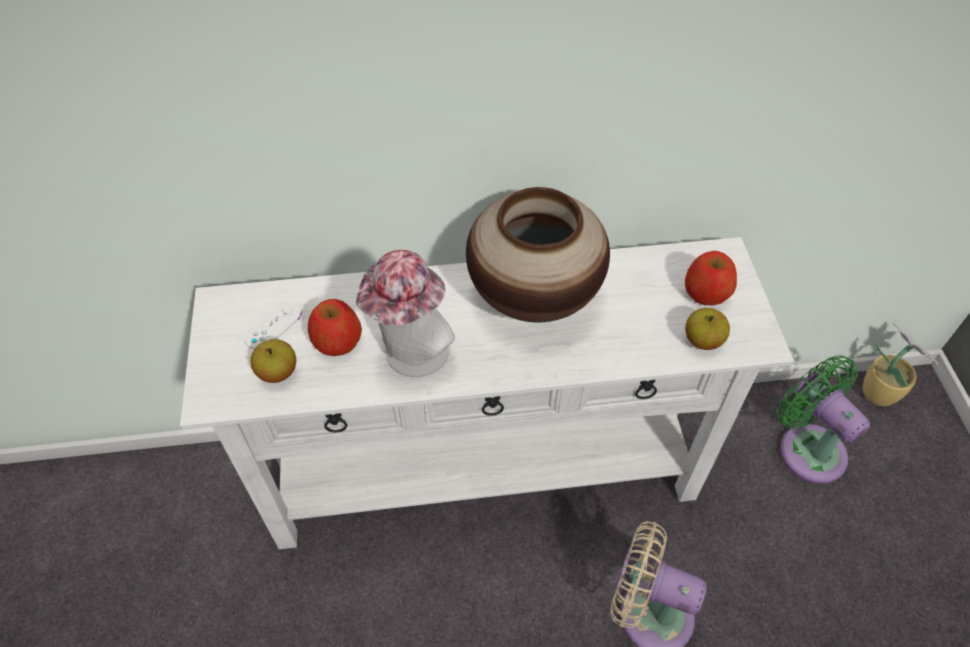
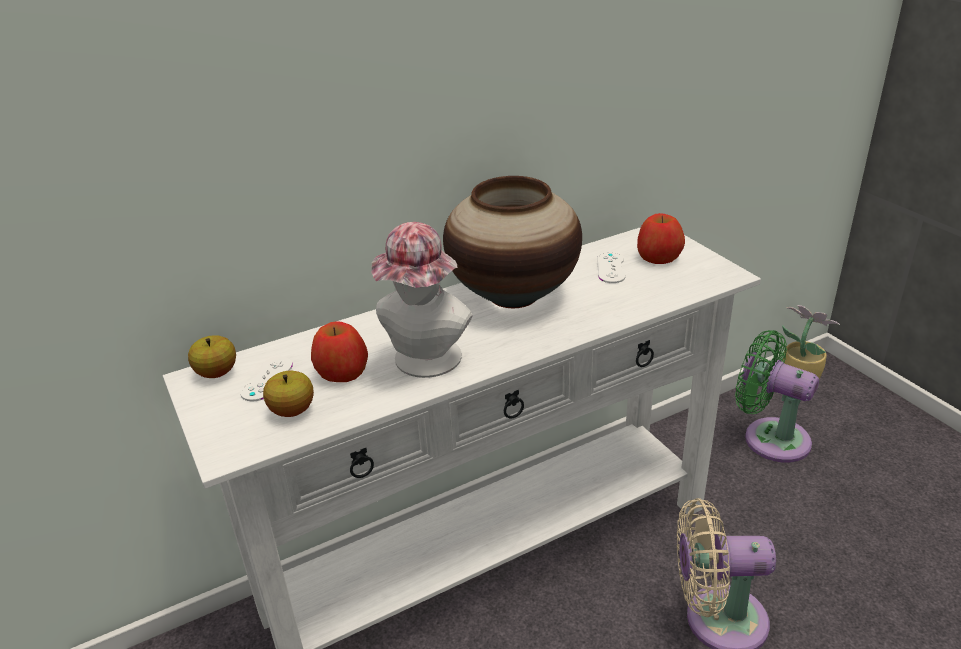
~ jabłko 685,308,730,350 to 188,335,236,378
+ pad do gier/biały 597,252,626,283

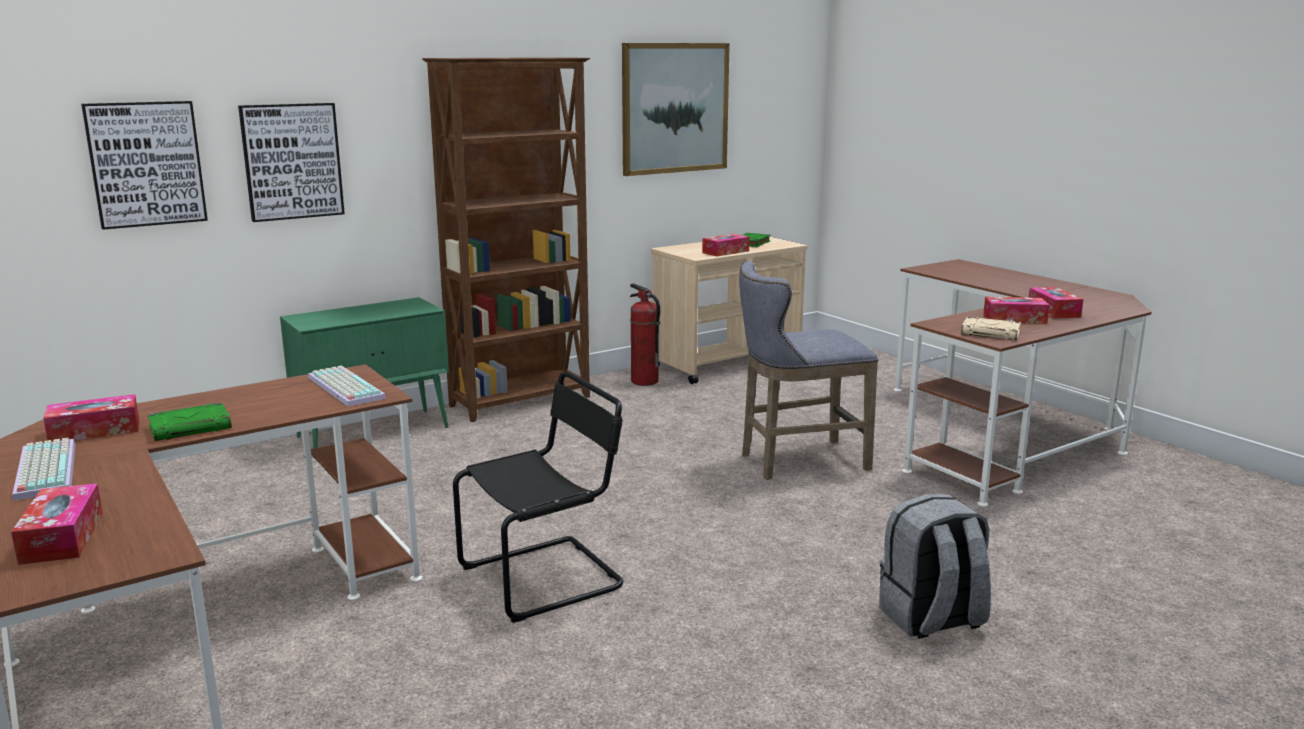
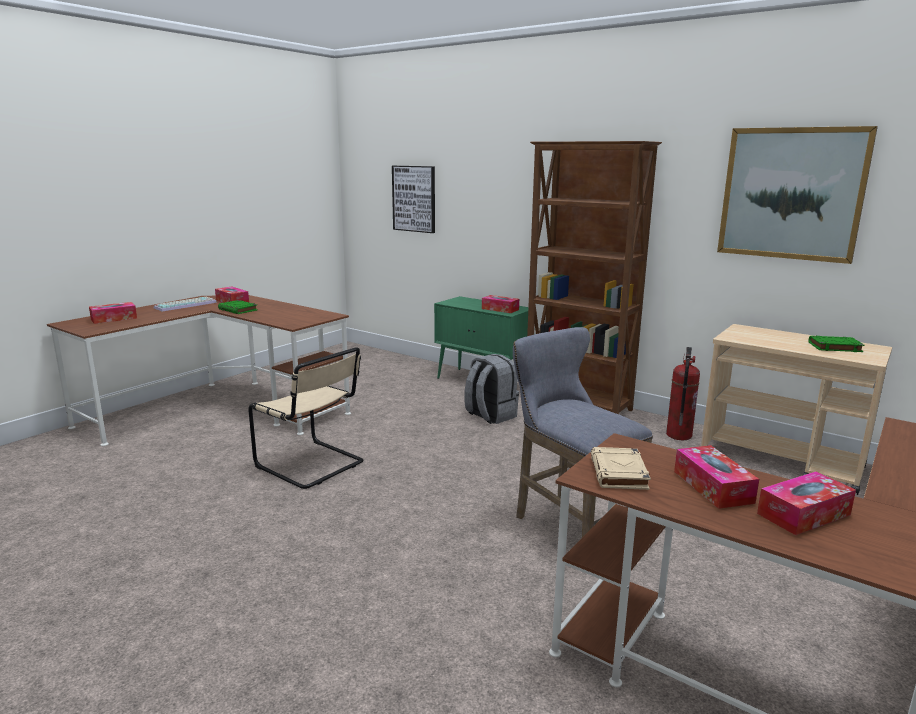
- obraz 238,103,345,222
- klawiatura 308,366,386,407
~ krzesło/czarny 453,372,623,623 to krzesło/beżowy 248,347,364,489
~ pudełko chusteczek 702,234,750,257 to 482,295,519,313
~ plecak/szary 879,494,991,639 to 464,354,519,424

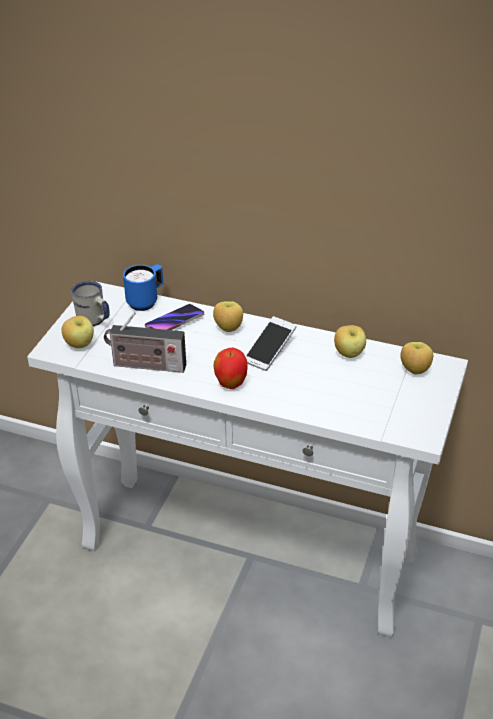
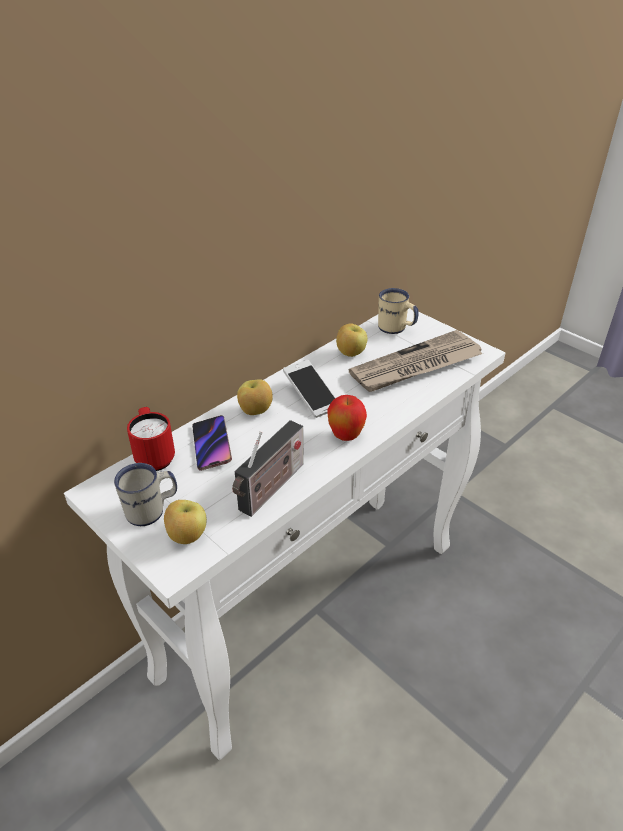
~ kubek/niebieski 123,264,163,311 to kubek/czerwony 127,407,175,471
~ jabłko 400,342,433,374 to kubek/beżowy 378,288,419,334
+ gazeta 349,330,483,392

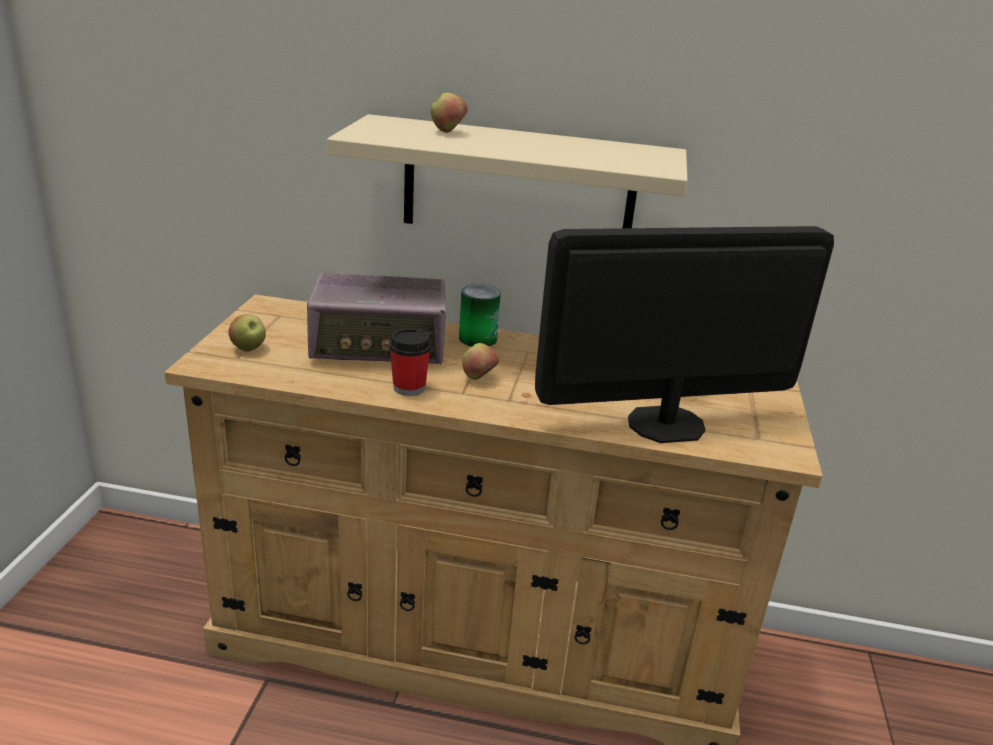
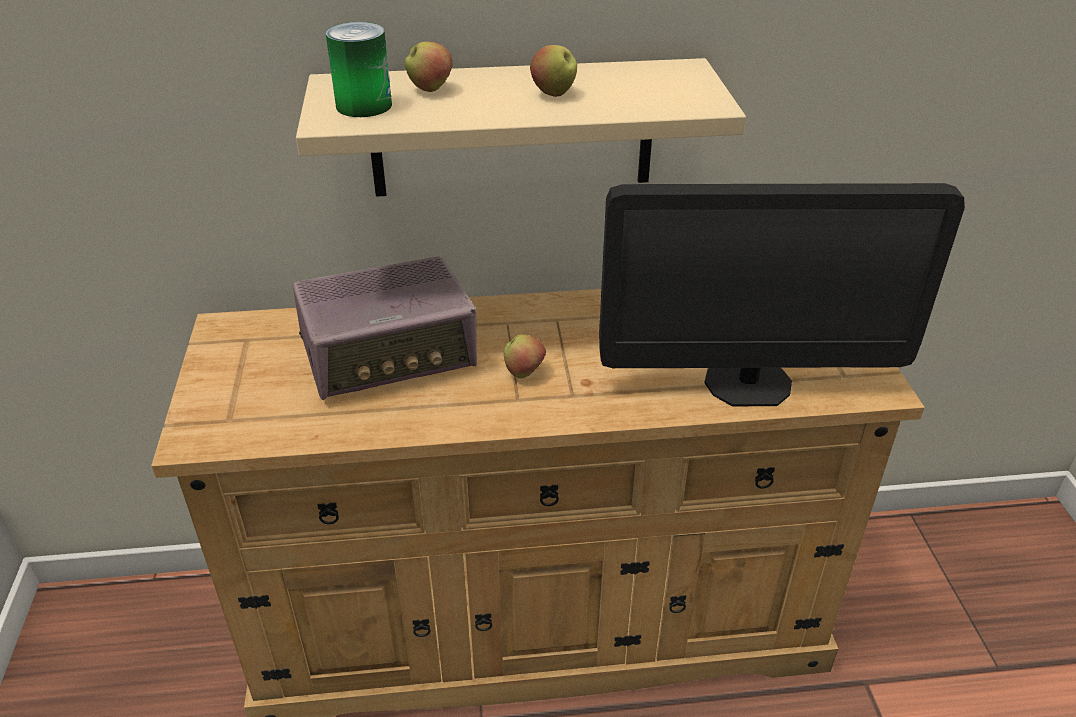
~ jabłko 228,314,266,352 to 530,45,577,97
- filiżanka 389,328,431,396
~ puszka 459,284,501,347 to 326,22,392,117
~ monitor 535,226,834,443 = 599,183,965,406 150 degrees counterclockwise

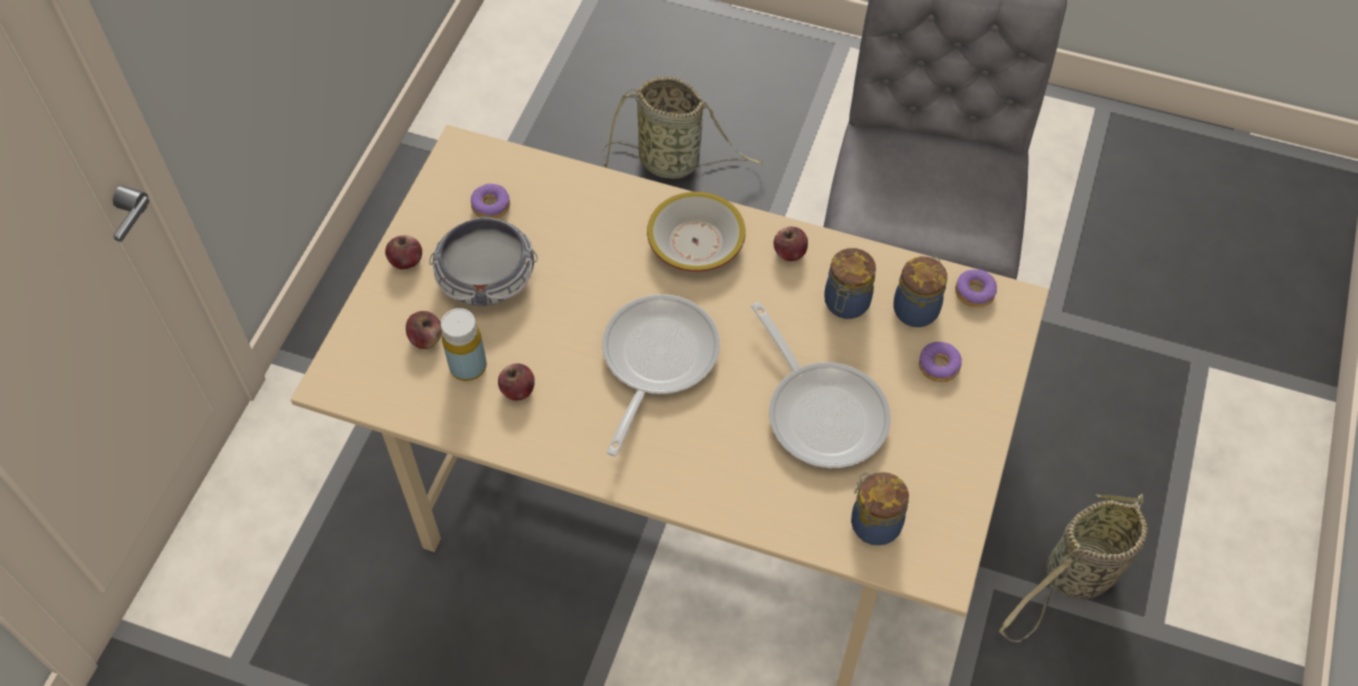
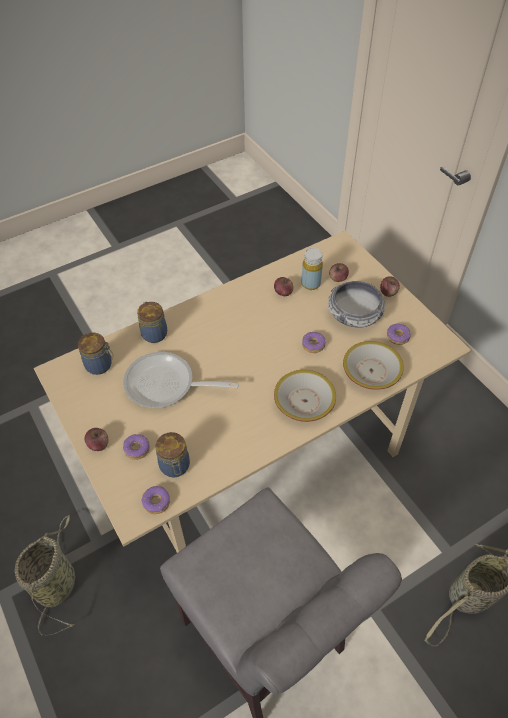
- patelnia 602,294,720,456
~ jabłko 774,227,808,261 to 84,428,108,451
~ słoik 824,248,876,319 to 137,301,167,343
+ donut 302,332,326,353
+ miska 343,341,404,390

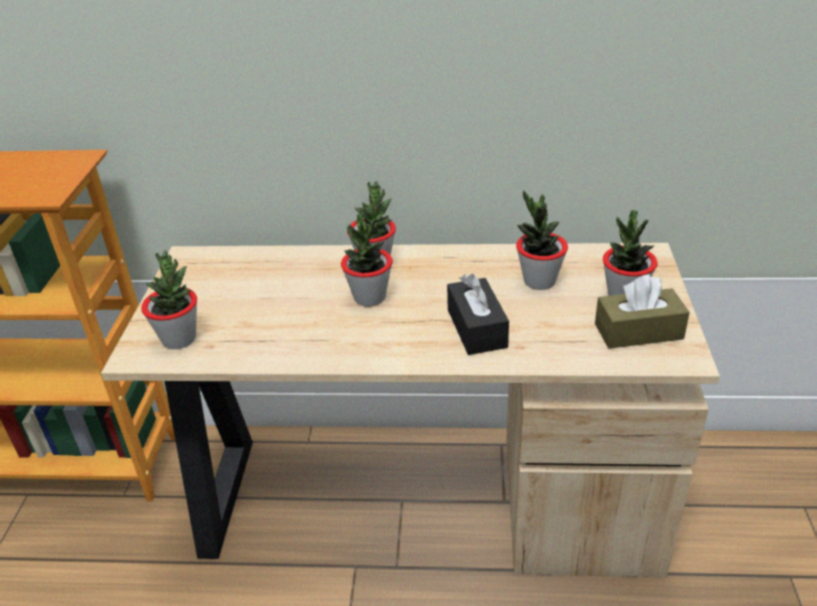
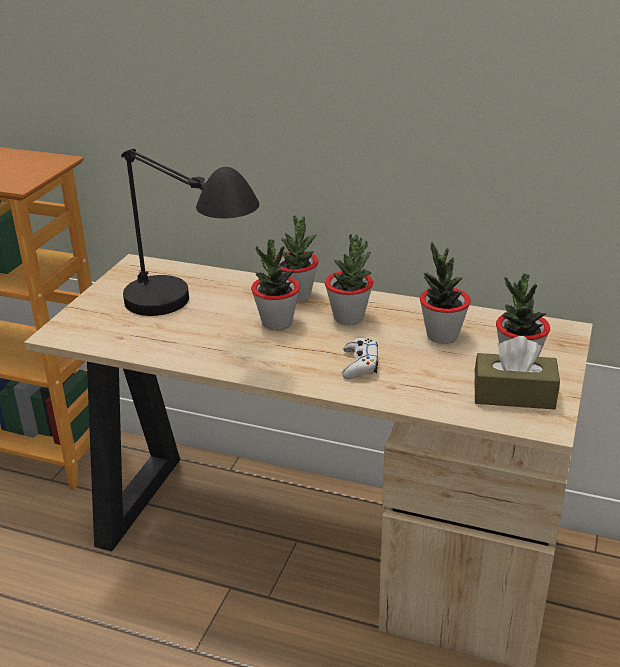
~ roślina doniczkowa 141,250,197,349 to 325,234,373,325
~ pudełko chusteczek/czarny 447,274,509,355 to pad do gier/biały 342,338,378,379
+ lampa stołowa/czarny 121,149,259,316

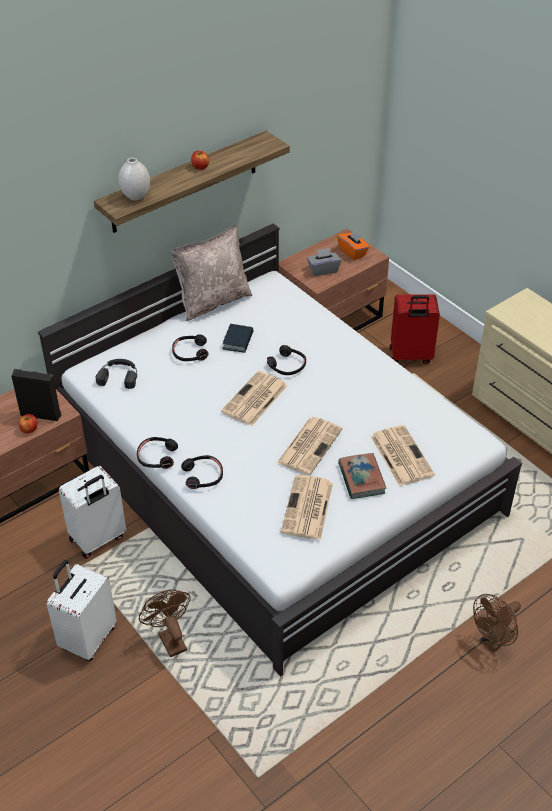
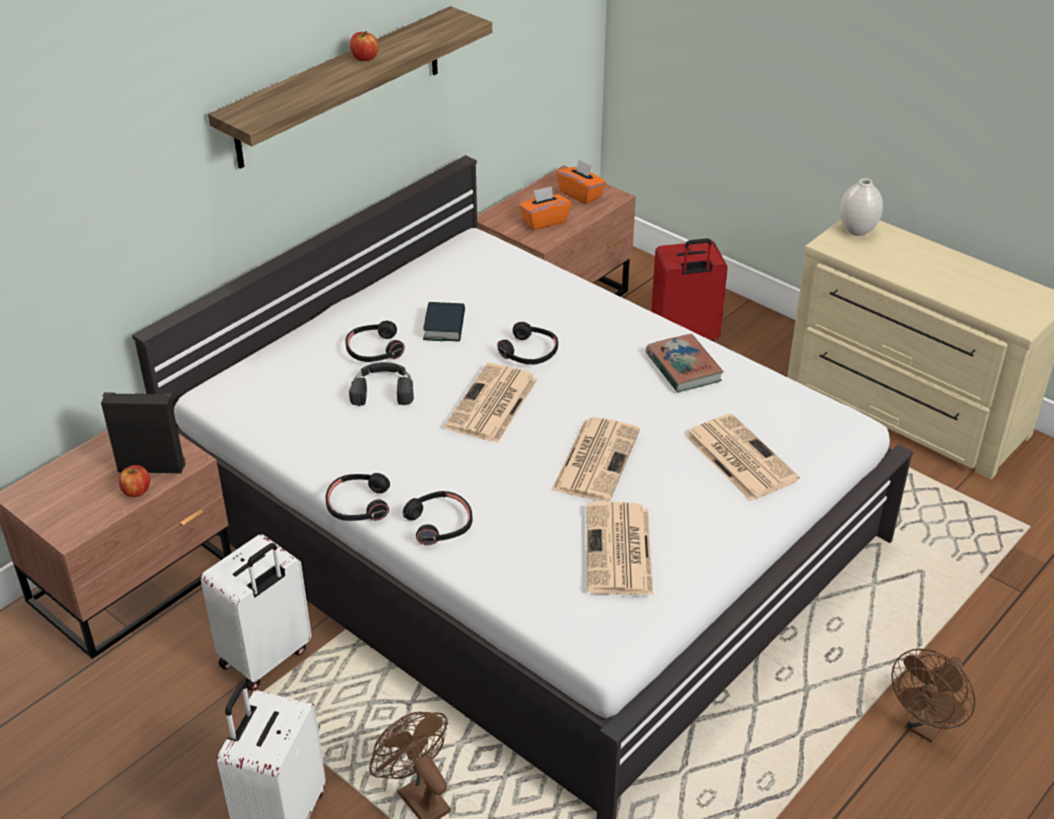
~ słuchawki/czarny 95,359,137,389 to 349,362,414,406
~ wazon/biały 118,158,150,201 to 840,178,883,236
- poduszka/beżowy 171,226,252,321
~ pudełko chusteczek/szary 307,248,341,276 to pudełko chusteczek/pomarańczowy 519,186,571,230
~ książka 338,453,387,499 to 646,334,724,392

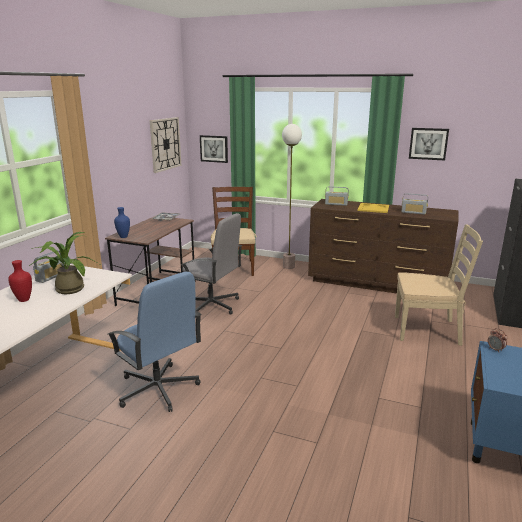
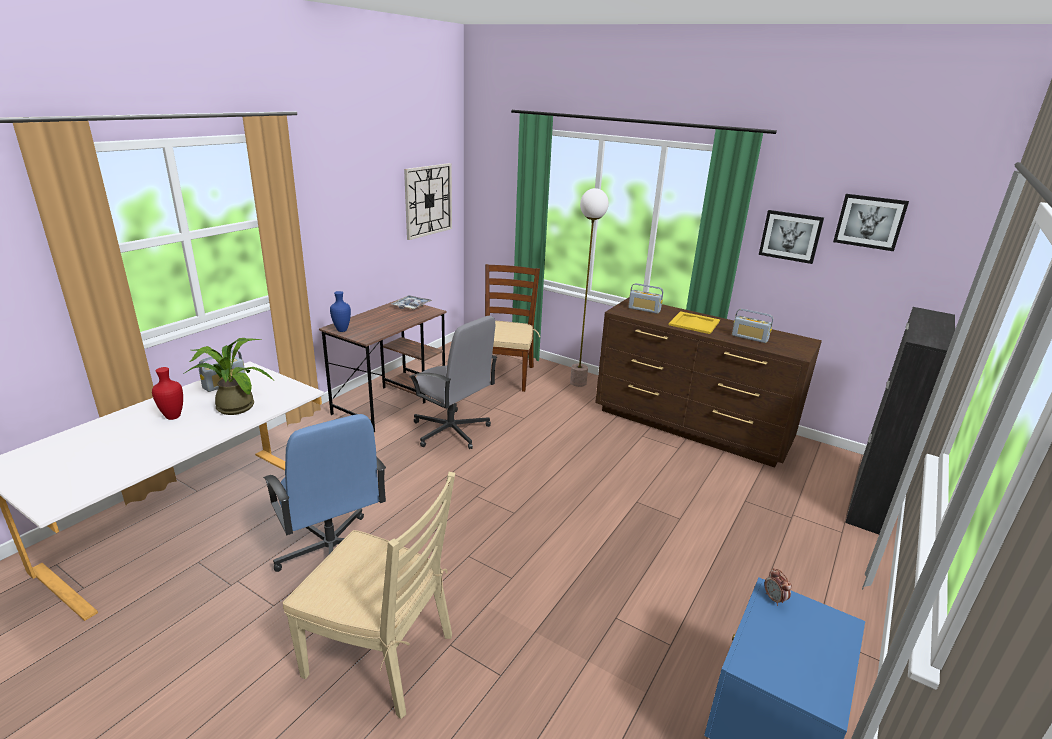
~ obraz 200,135,228,163 to 833,194,909,251
~ krzesło/beżowy 395,224,483,346 to 282,472,455,719

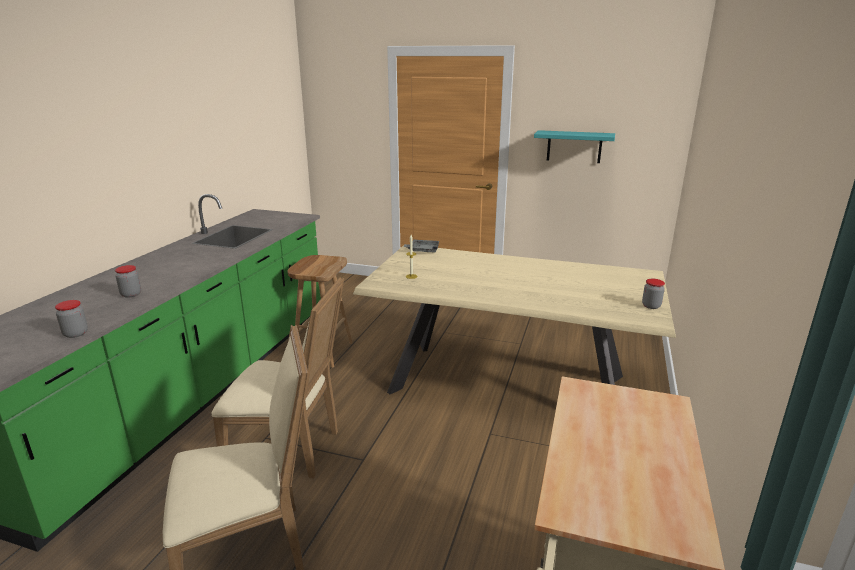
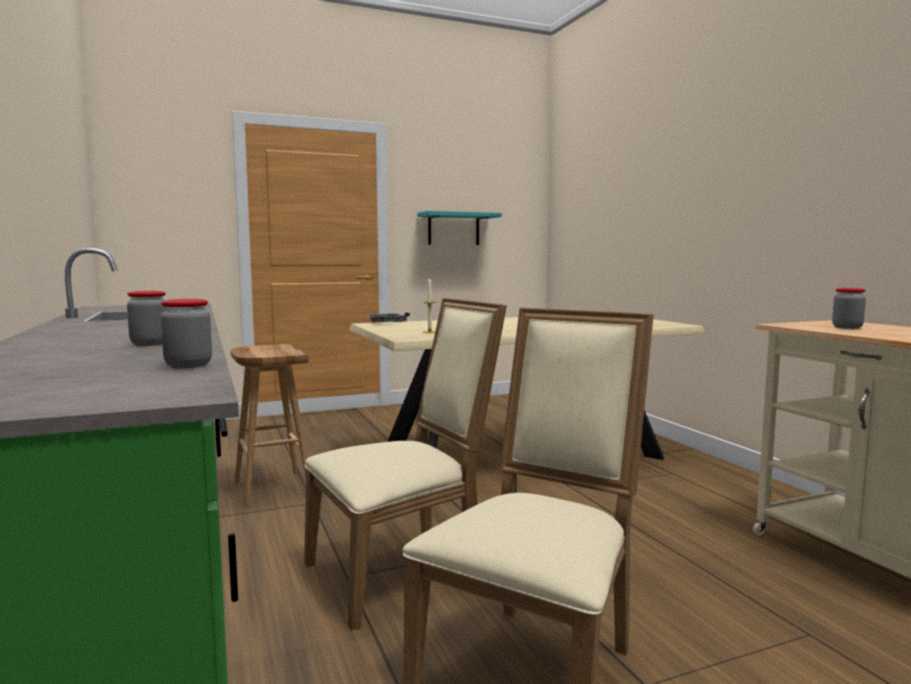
~ słoik 642,279,665,309 to 832,288,866,329

